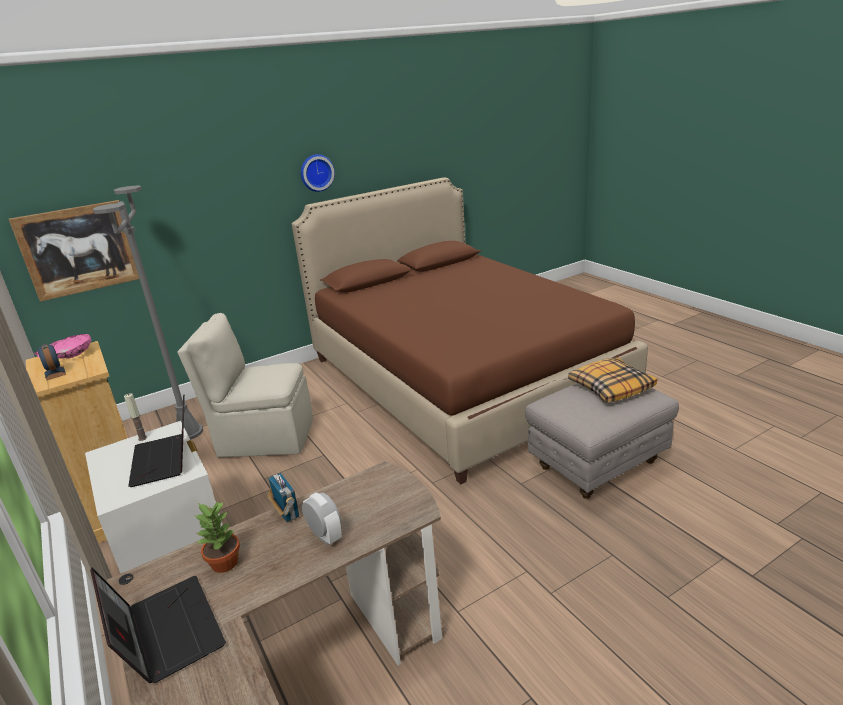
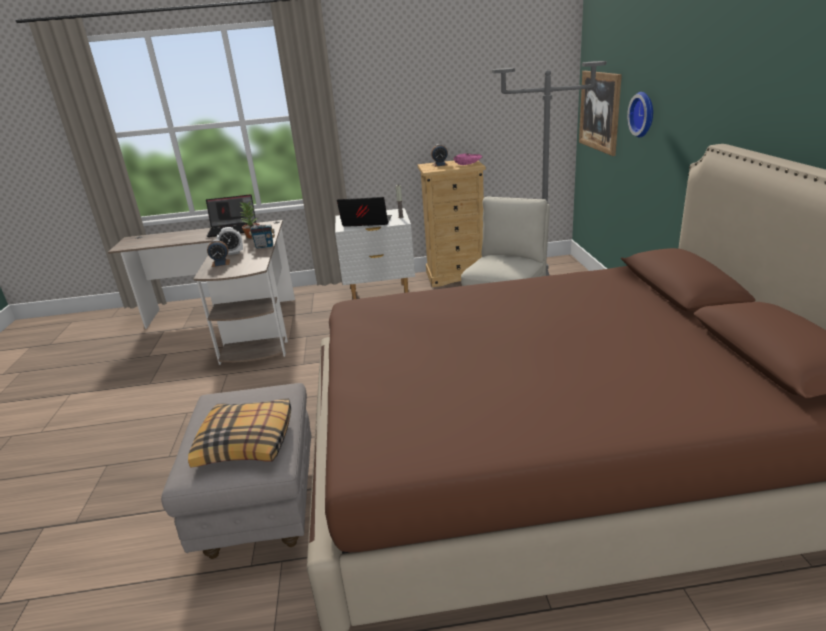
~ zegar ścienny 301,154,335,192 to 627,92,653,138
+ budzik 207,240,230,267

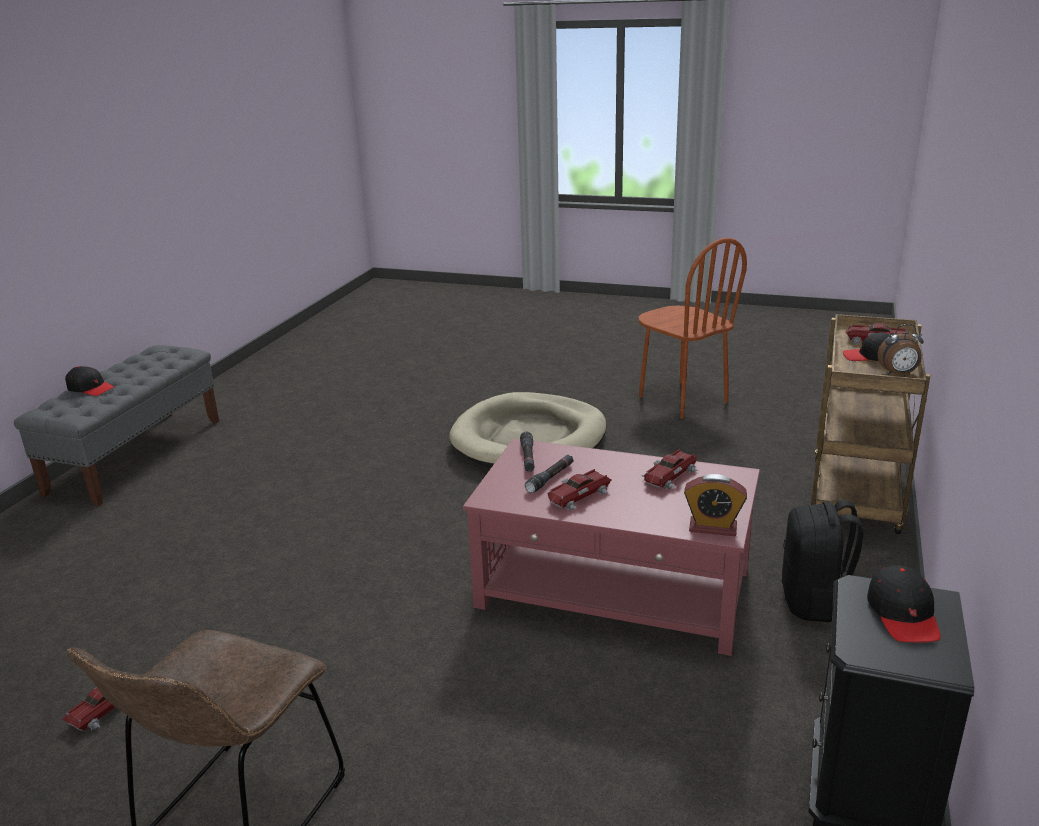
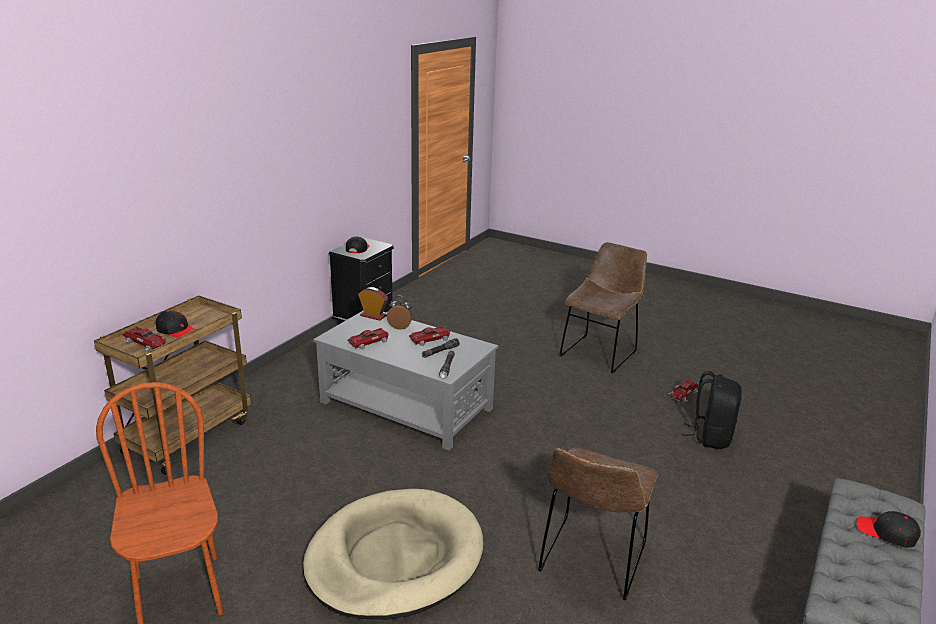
~ ława/czerwony 463,438,760,656 to ława/szary 313,310,498,451
~ plecak/czarny 781,500,863,622 to 682,371,742,449
~ budzik 878,324,924,375 to 387,296,412,330
+ krzesło/brązowy 538,448,658,601

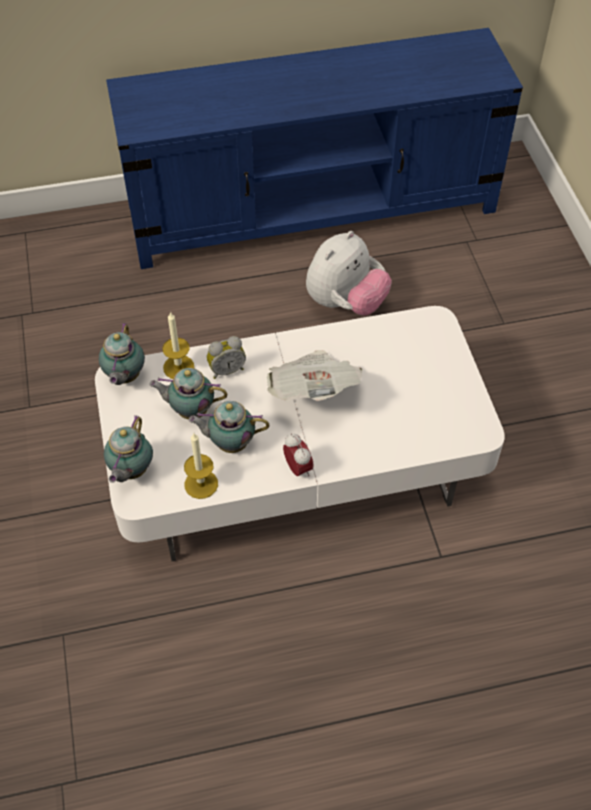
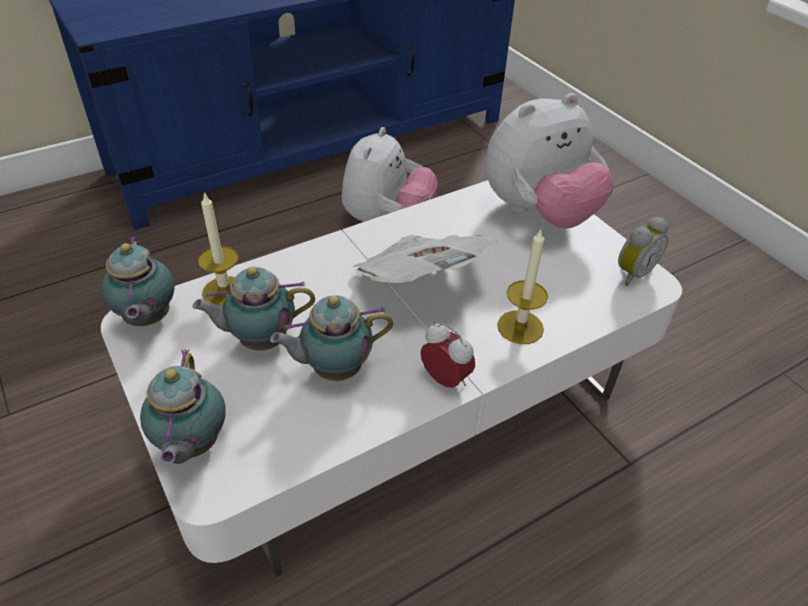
~ świeca 184,433,218,499 to 497,229,548,344
~ budzik 207,336,246,379 to 618,217,669,286
+ pluszak 485,93,614,228

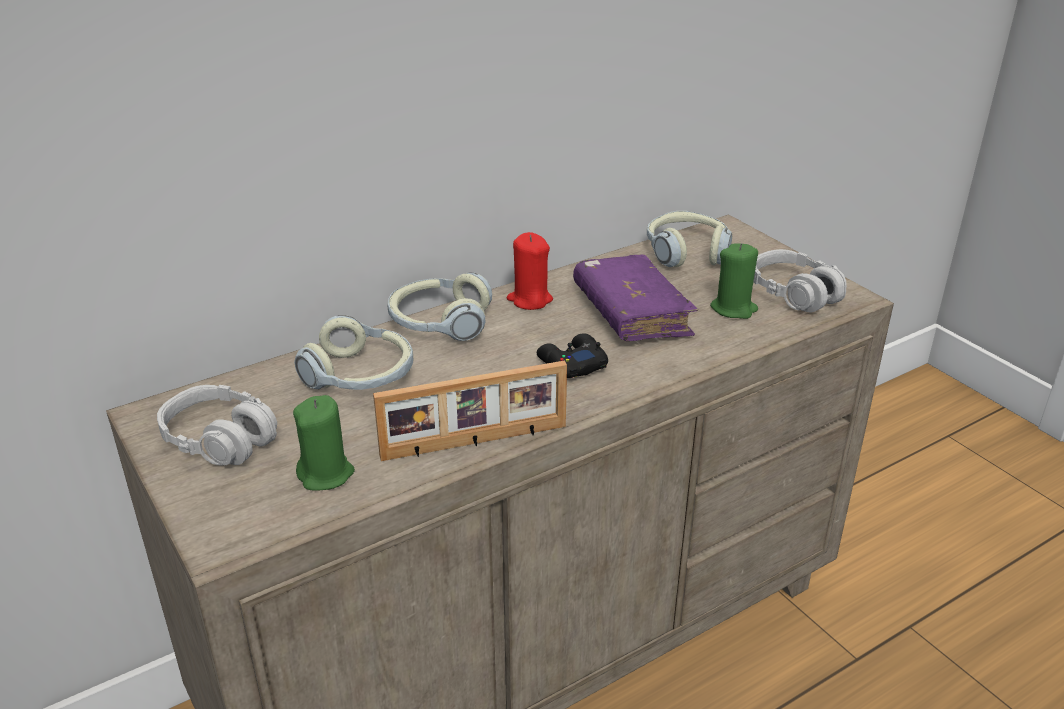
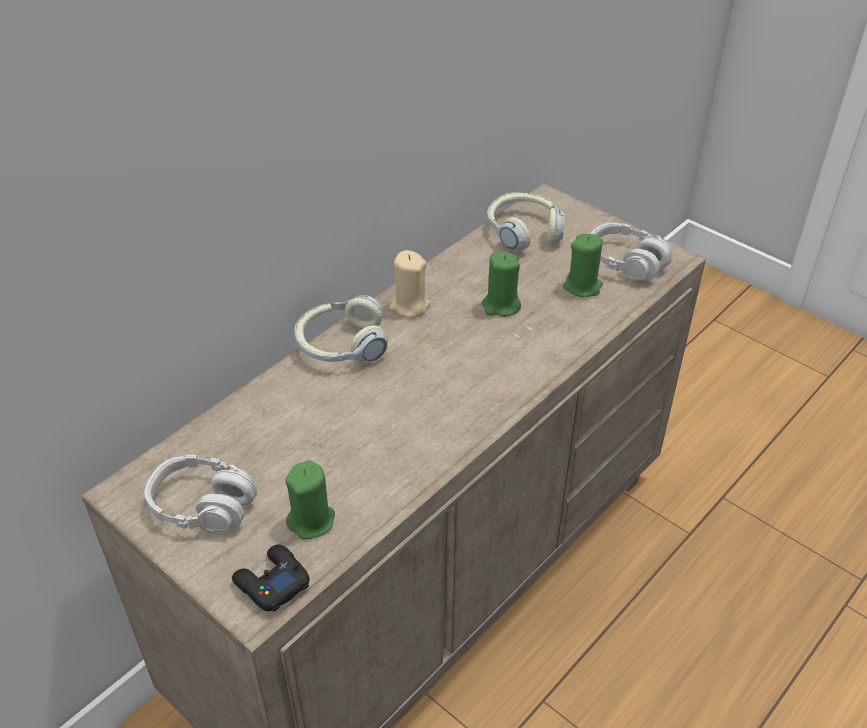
- słuchawki 294,315,413,390
- ramka na zdjęcie 373,361,567,461
~ świeca/czerwony 507,232,553,310 to świeca/beżowy 389,250,430,318
~ pad do gier/czarny 537,333,608,378 to 232,545,310,612
~ książka/fioletowy 573,254,698,341 to świeca/zielony 482,251,521,317

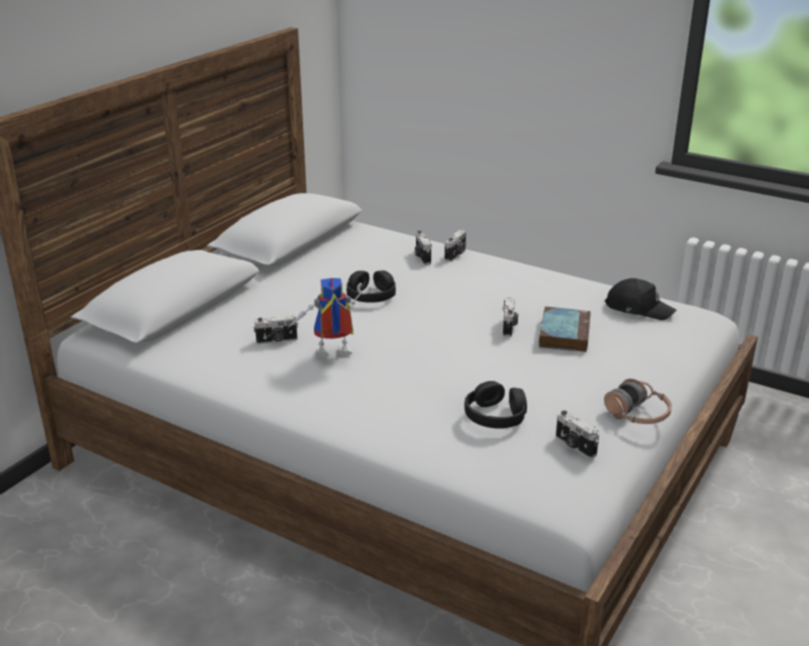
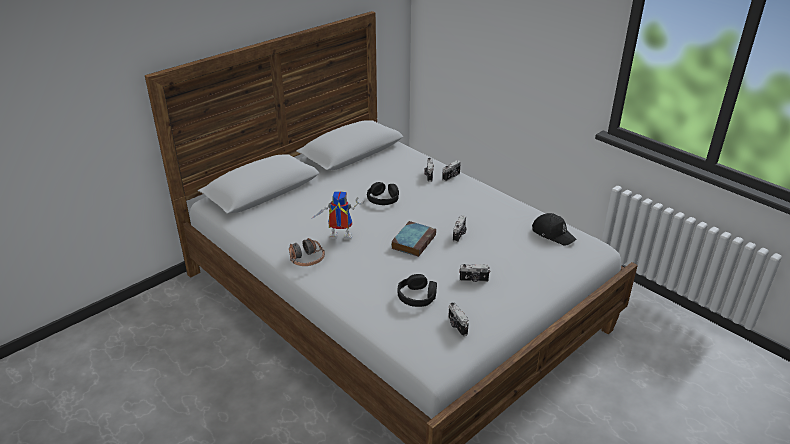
~ aparat fotograficzny 253,315,298,344 to 459,264,490,282
~ książka 539,307,591,352 to 391,221,436,257
~ słuchawki 604,379,672,424 to 289,238,325,266

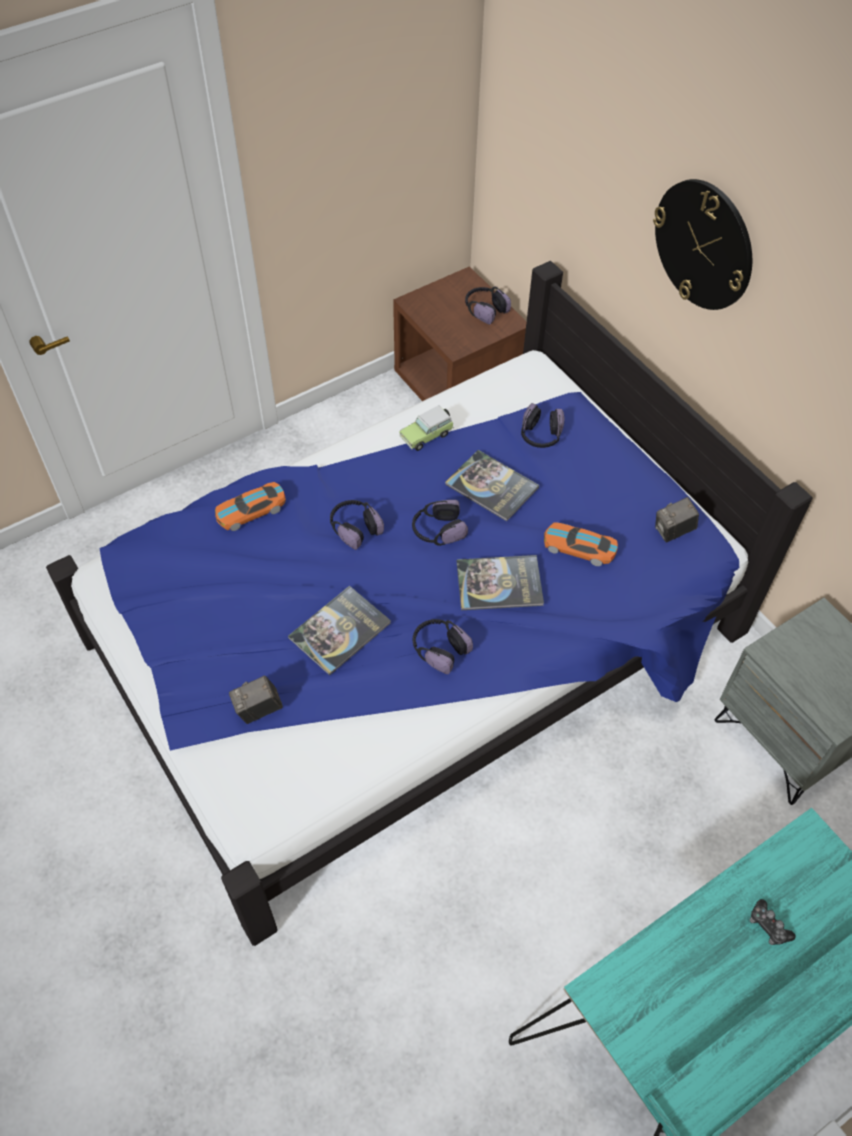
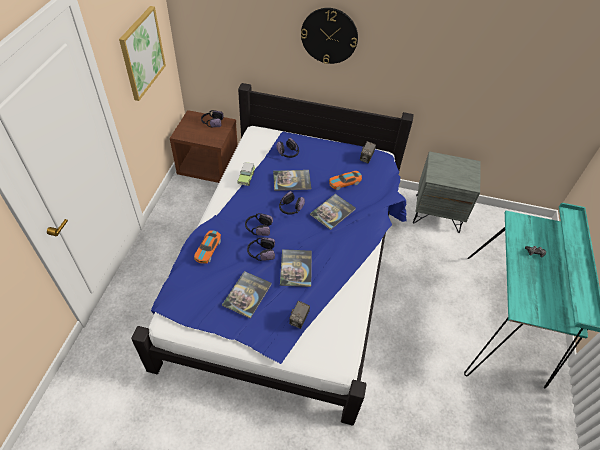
~ słuchawki 413,619,473,674 to 247,238,275,261
+ obraz 119,6,166,101
+ książka 222,271,272,319

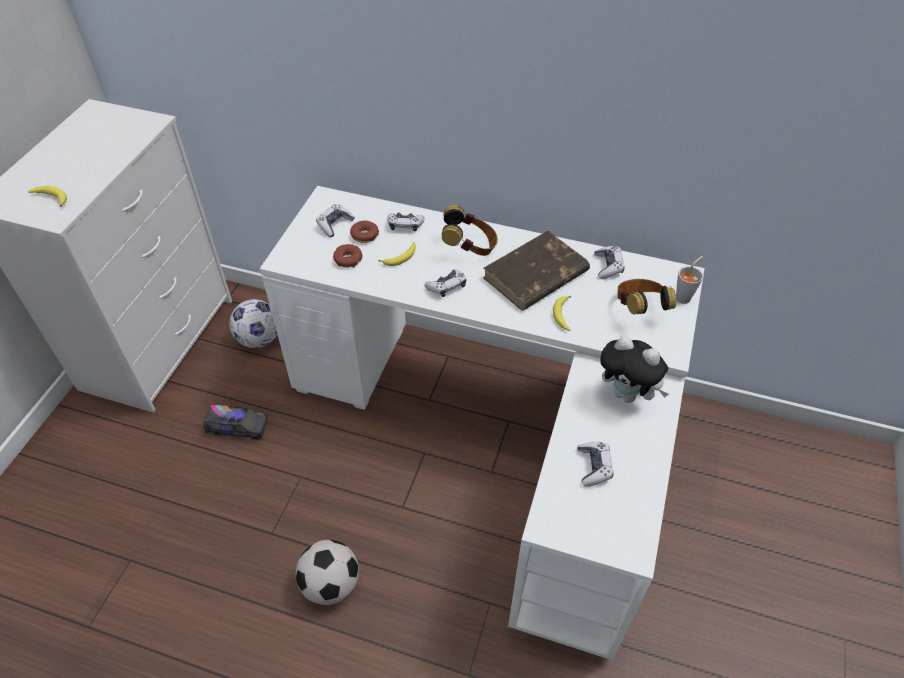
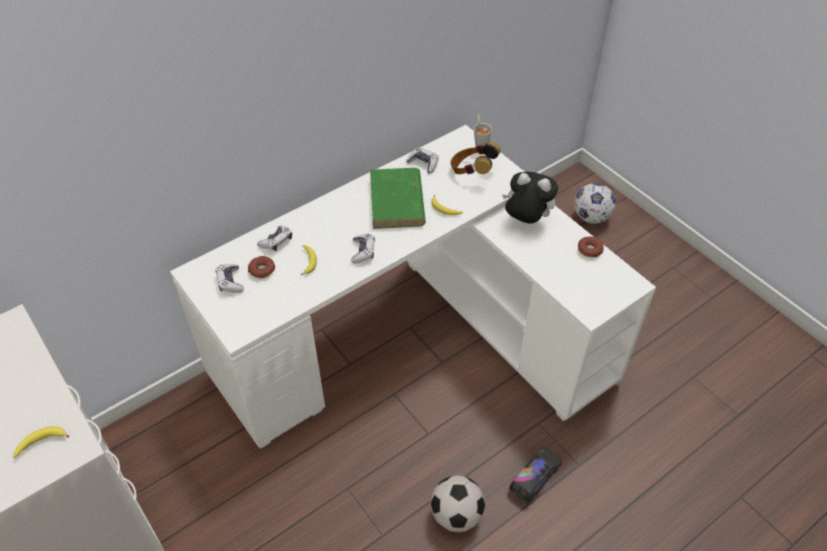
~ ciężarówka zabawkowa 204,405,268,441 to 509,447,562,504
~ piłka futbolowa 229,299,277,348 to 574,183,616,224
~ donut 333,244,363,268 to 578,237,604,258
- słuchawki 442,205,498,256
~ książka/brązowy 483,231,590,311 to książka/zielony 370,168,426,229
- pad do gier 578,442,613,487
~ pluszak 600,336,669,403 = 502,172,558,224 135 degrees counterclockwise

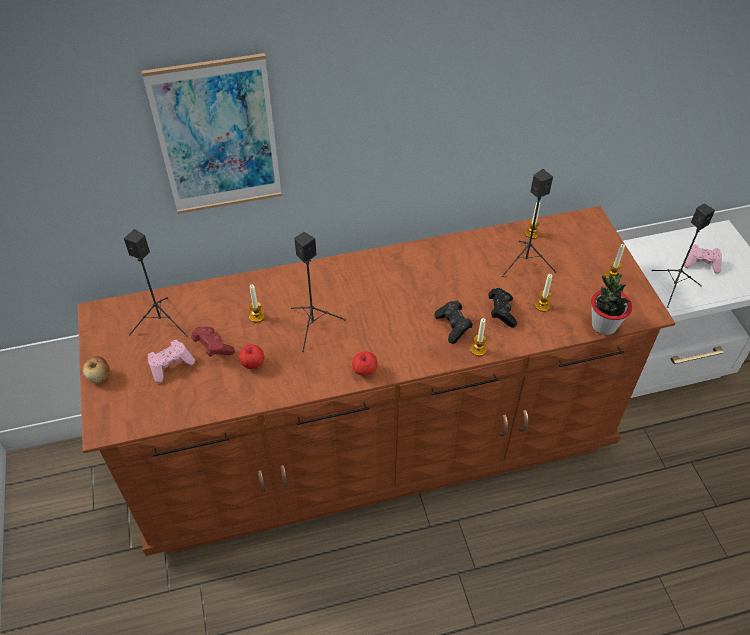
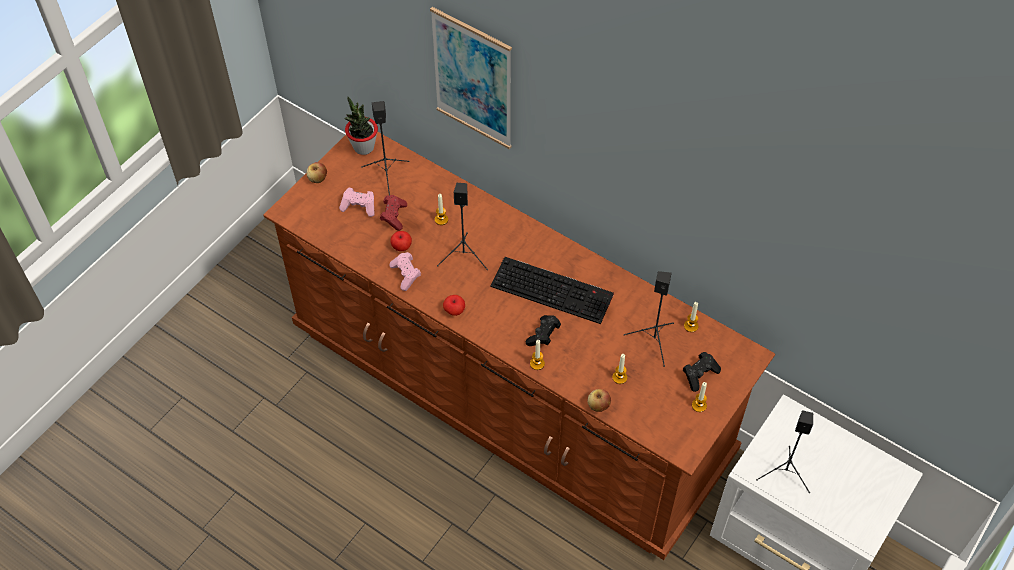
~ pad do gier/czarny 489,288,517,328 to 683,352,721,392
~ roślina doniczkowa 591,273,632,335 to 344,97,378,155
~ pad do gier/różowy 684,244,722,274 to 389,252,421,291
+ klawiatura 490,257,614,324
+ jabłko 588,389,611,412

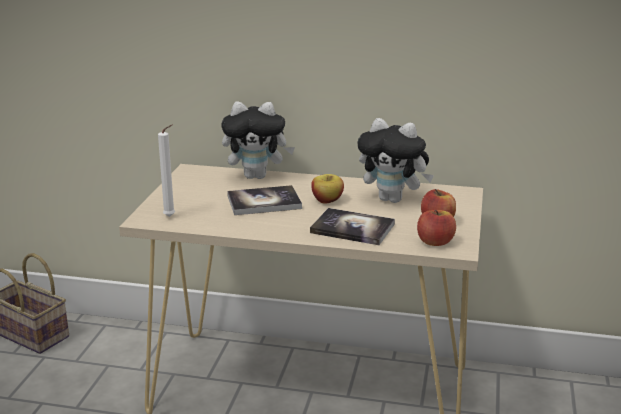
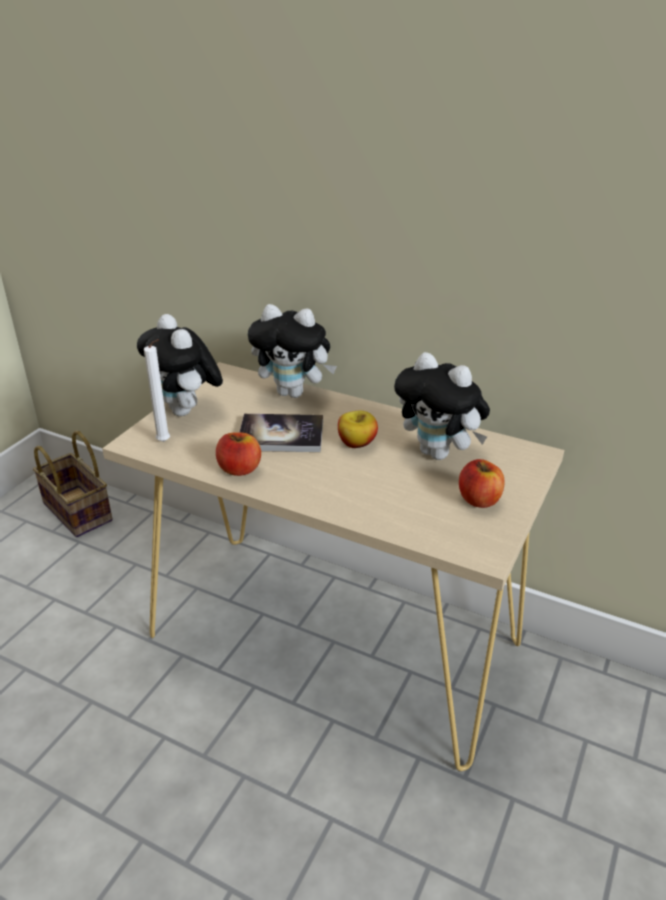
- książka 310,208,395,245
~ jabłko 417,210,456,246 to 216,432,261,476
+ pluszak 137,314,223,416

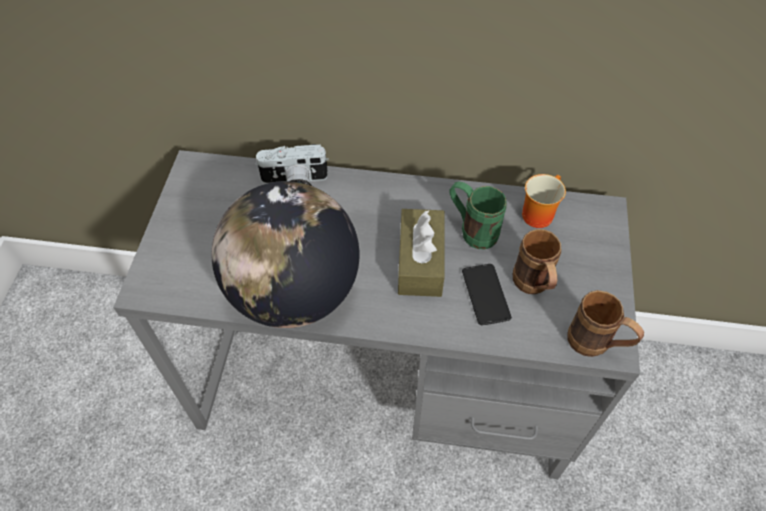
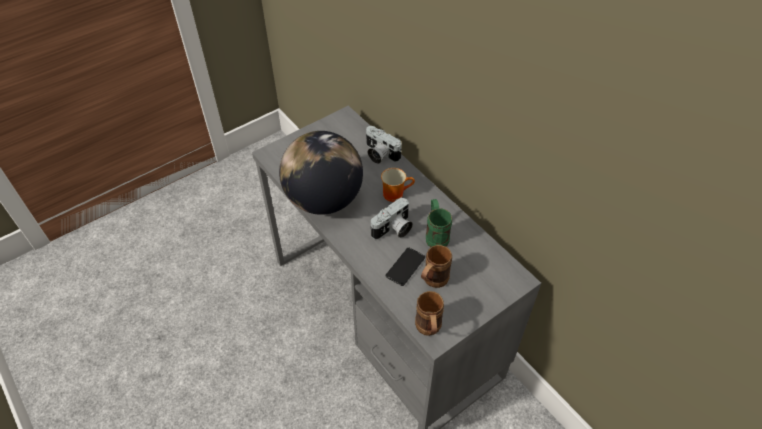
~ pudełko chusteczek/brązowy 398,209,445,297 to aparat fotograficzny 371,197,413,240
~ kubek 522,174,566,228 to 381,168,415,202

